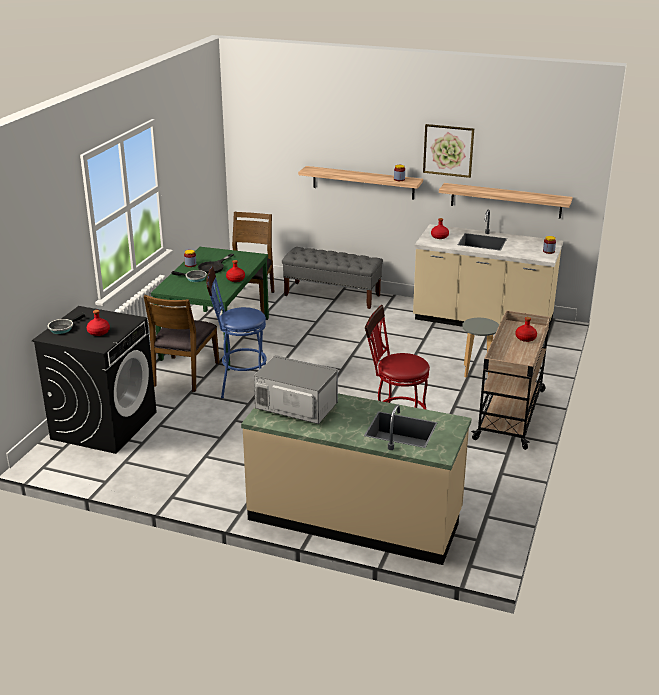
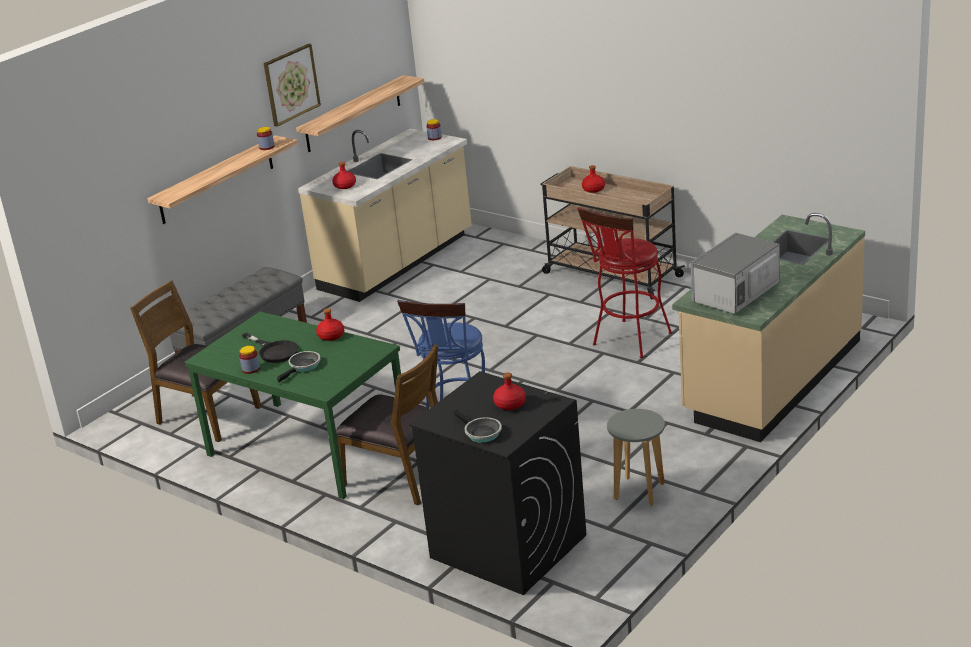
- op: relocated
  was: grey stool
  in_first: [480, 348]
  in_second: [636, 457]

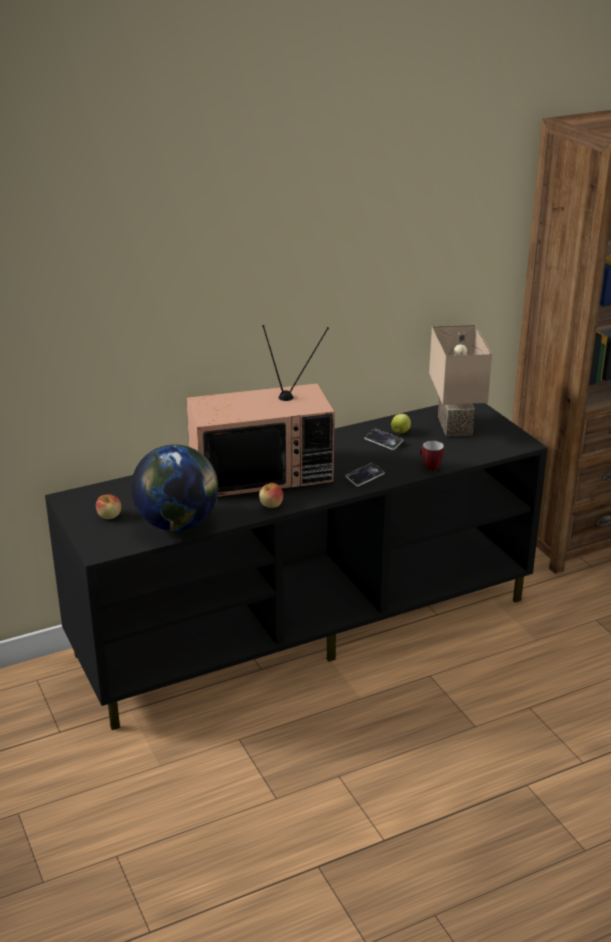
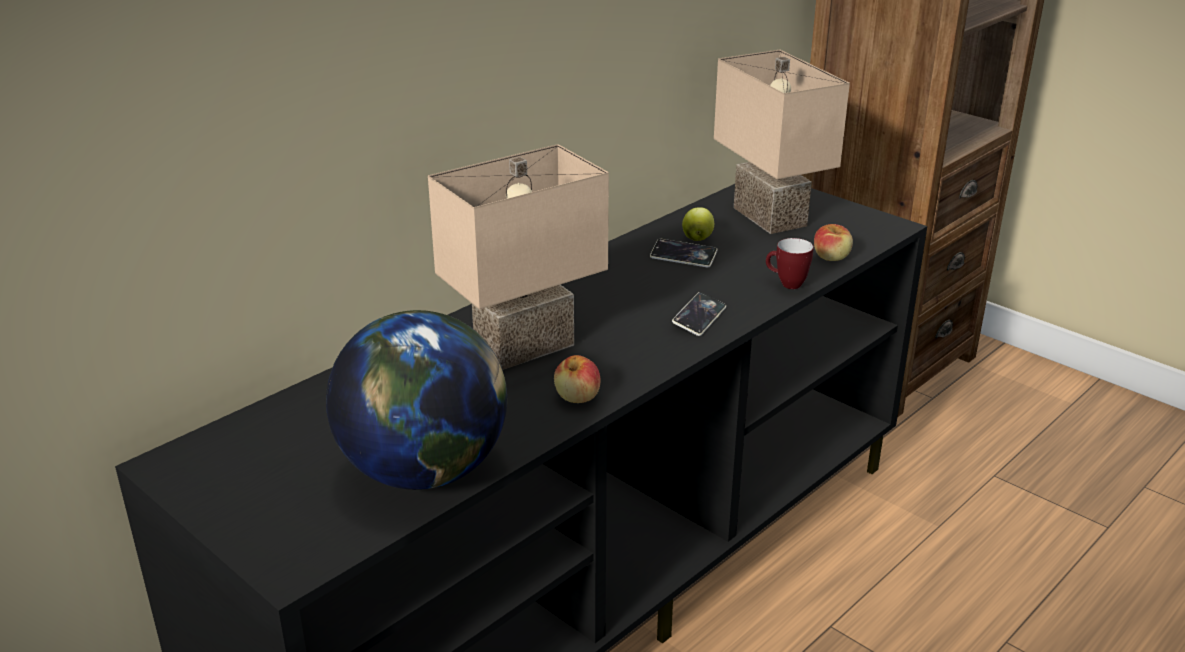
- op: exchanged
  was: television
  now: beige table lamp
  in_first: [260, 411]
  in_second: [518, 257]
- op: relocated
  was: apple
  in_first: [108, 506]
  in_second: [833, 242]

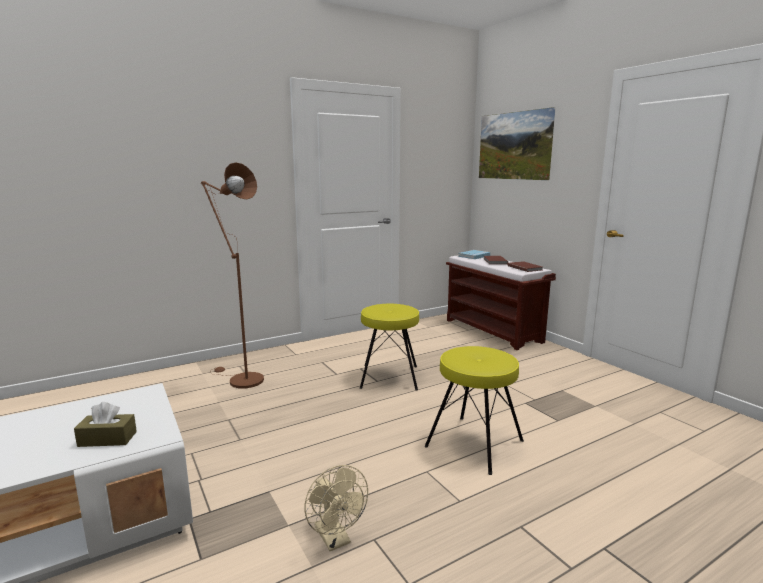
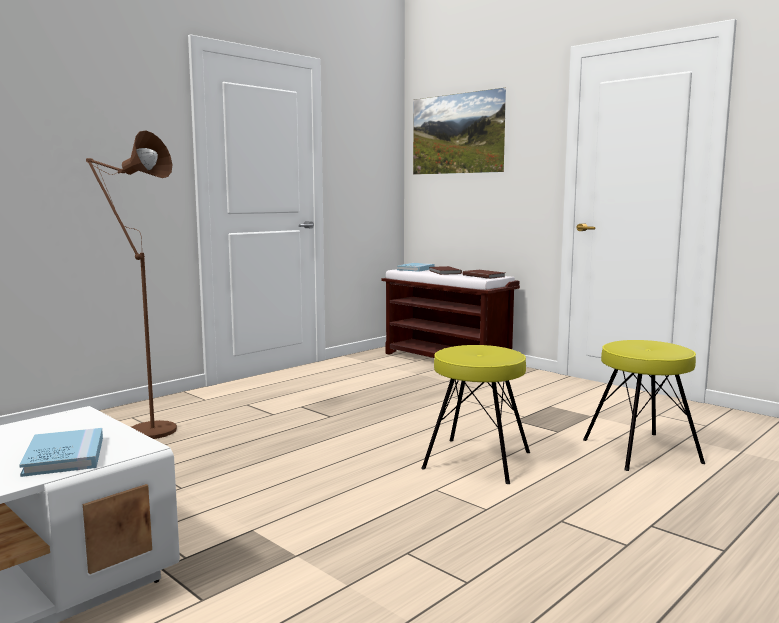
- op: relocated
  was: yellow stool
  in_first: [389, 347]
  in_second: [644, 405]
- op: exchanged
  was: brown tissue box
  now: blue book
  in_first: [105, 424]
  in_second: [61, 452]
- op: missing
  was: beige fan
  in_first: [336, 508]

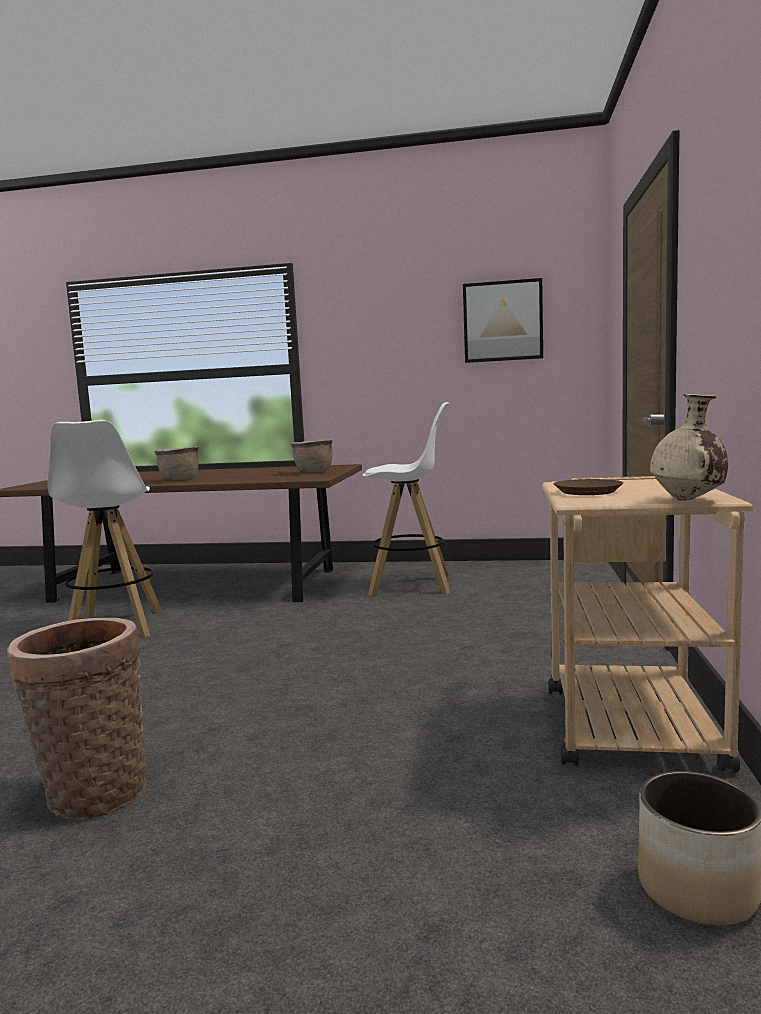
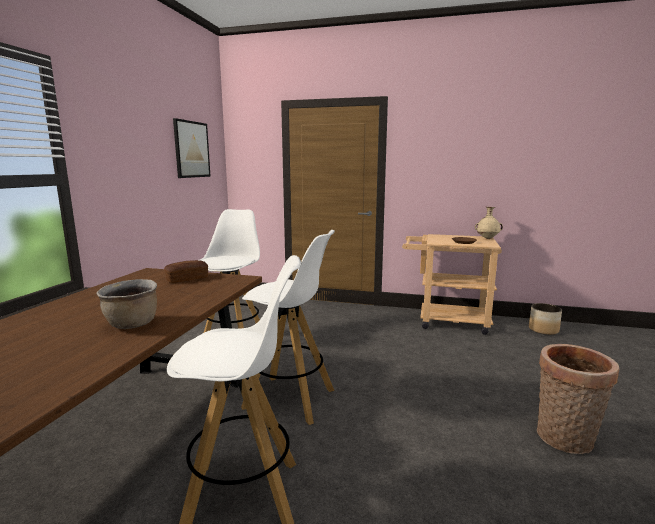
- op: exchanged
  was: brown cooking pot
  now: bread
  in_first: [312, 456]
  in_second: [186, 271]
- op: appeared
  now: white stool
  in_second: [288, 327]

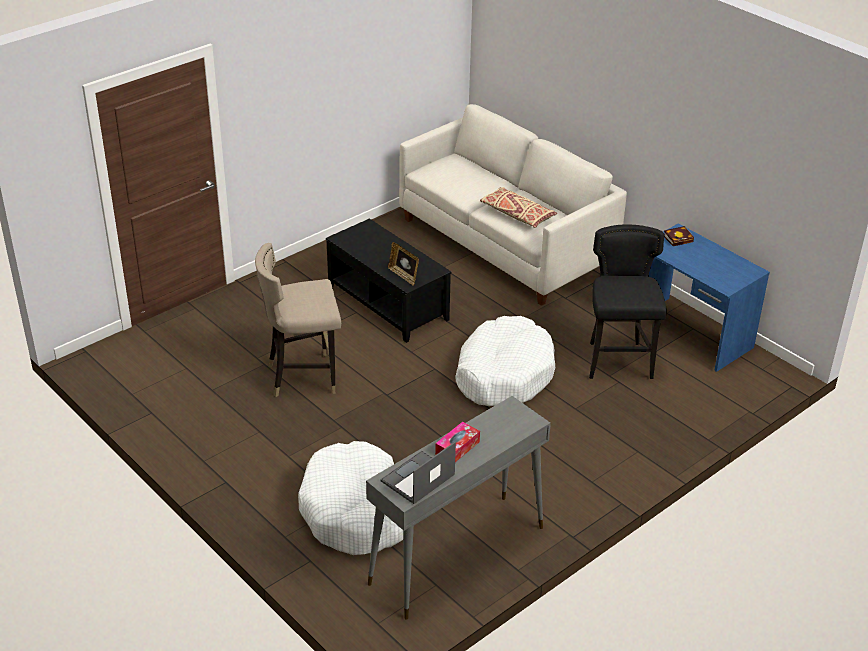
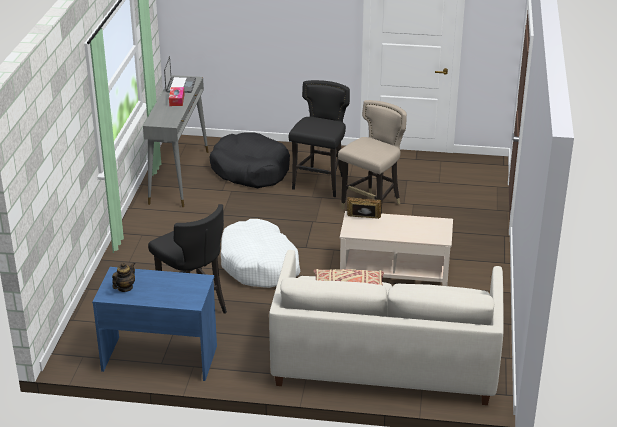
- op: colour
  was: black coffee table
  now: beige coffee table
  in_first: [388, 281]
  in_second: [396, 248]
- op: missing
  was: book
  in_first: [679, 236]
- op: colour
  was: white dog bed
  now: black dog bed
  in_first: [350, 498]
  in_second: [250, 160]
- op: appeared
  now: black stool
  in_second: [319, 138]
- op: appeared
  now: teapot
  in_second: [123, 277]

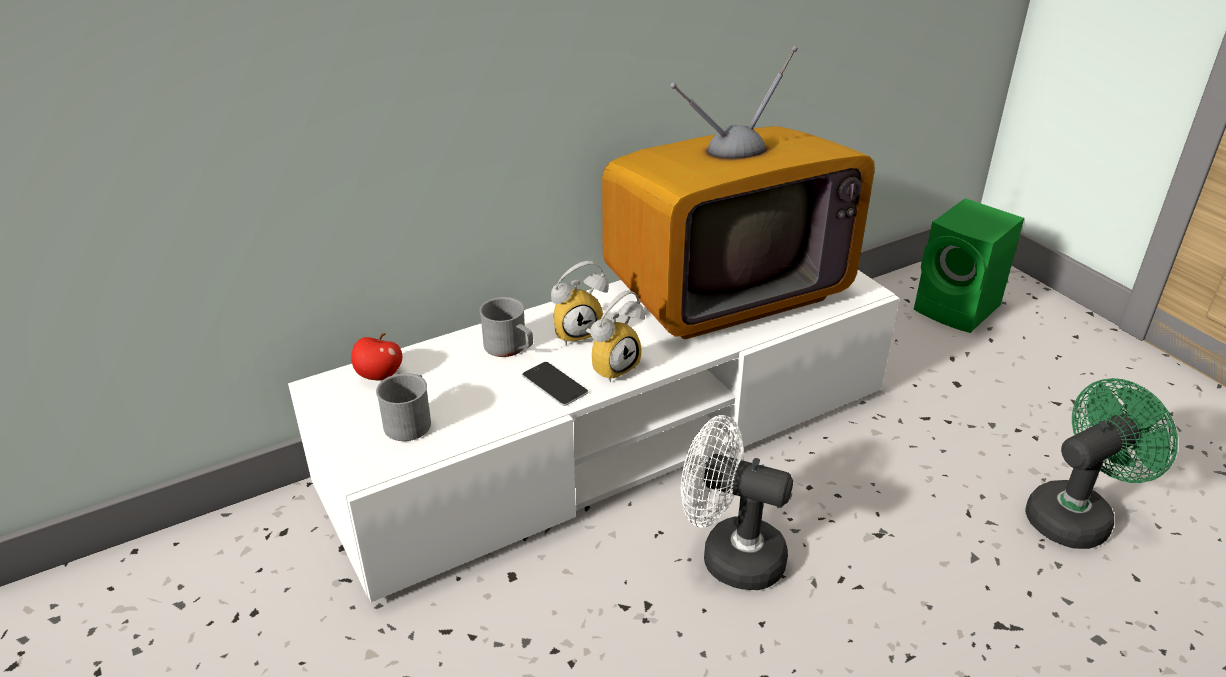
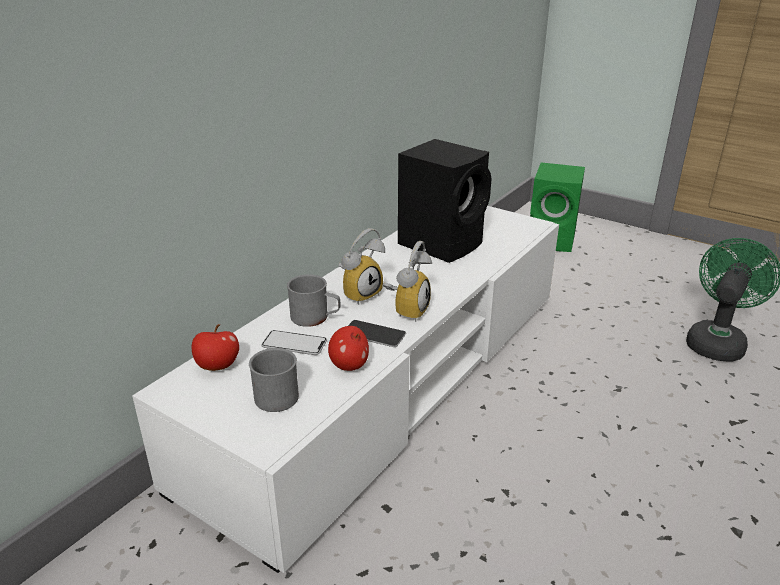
- op: exchanged
  was: television
  now: black speaker
  in_first: [738, 192]
  in_second: [445, 201]
- op: missing
  was: white fan
  in_first: [737, 502]
- op: appeared
  now: apple
  in_second: [348, 348]
- op: appeared
  now: phone
  in_second: [294, 342]

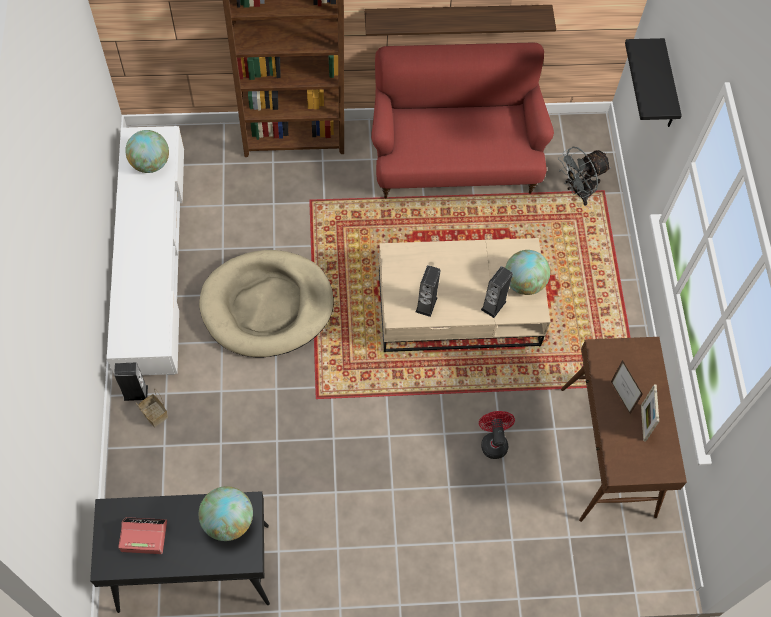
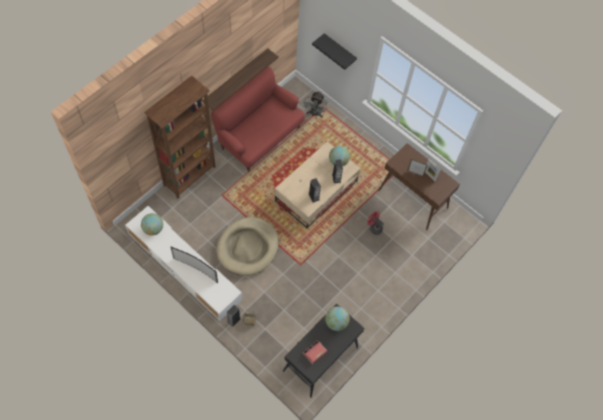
- op: appeared
  now: television
  in_second: [194, 265]

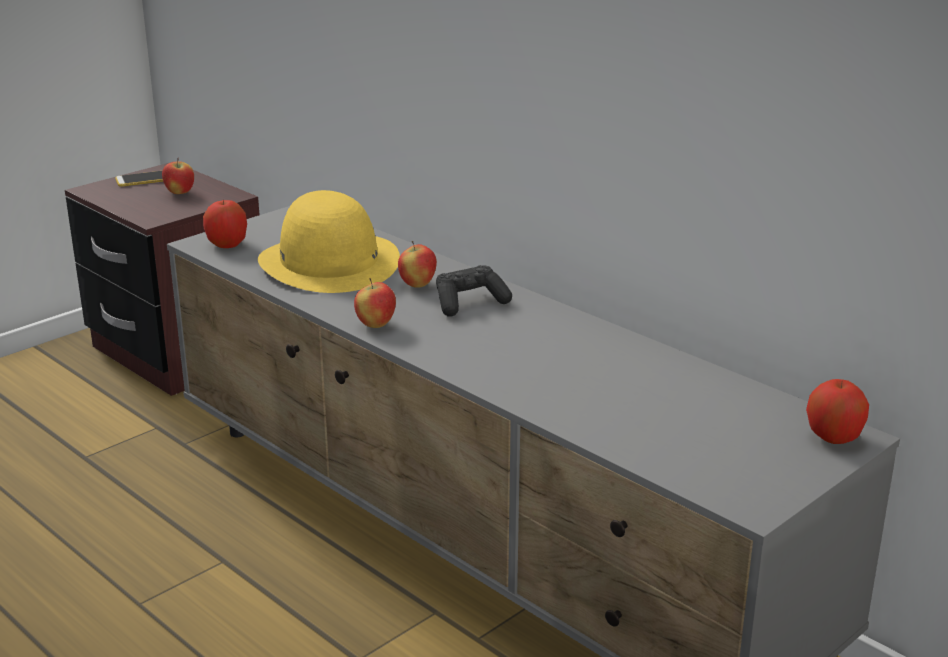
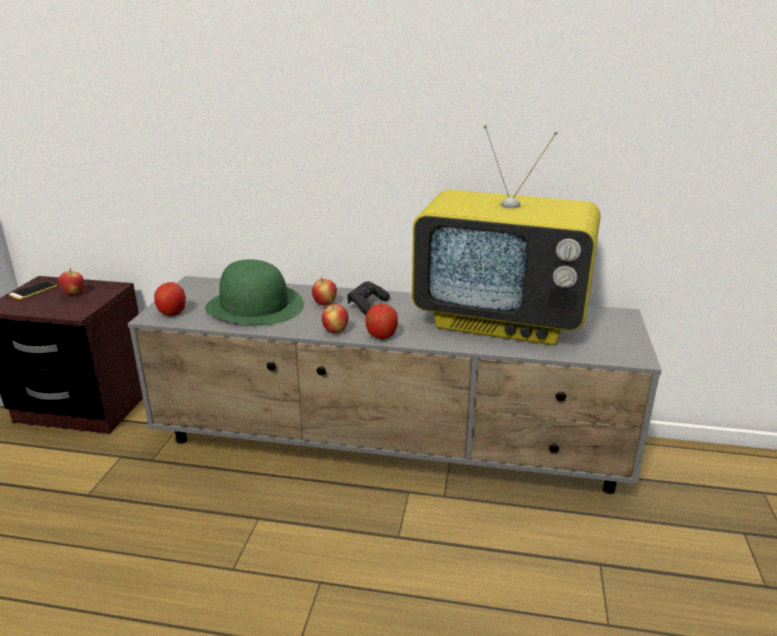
- op: colour
  was: yellow hat
  now: green hat
  in_first: [329, 241]
  in_second: [254, 292]
- op: relocated
  was: apple
  in_first: [837, 411]
  in_second: [381, 321]
- op: appeared
  now: television
  in_second: [506, 234]

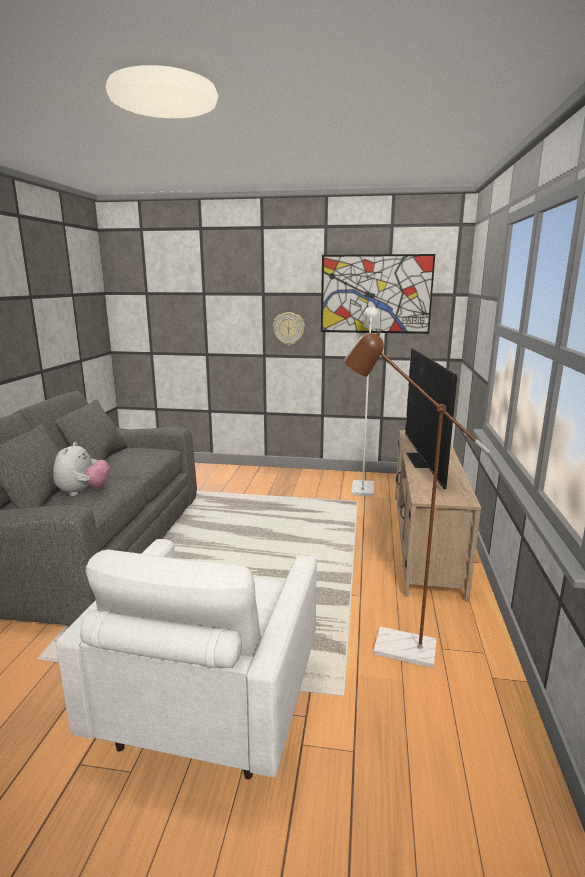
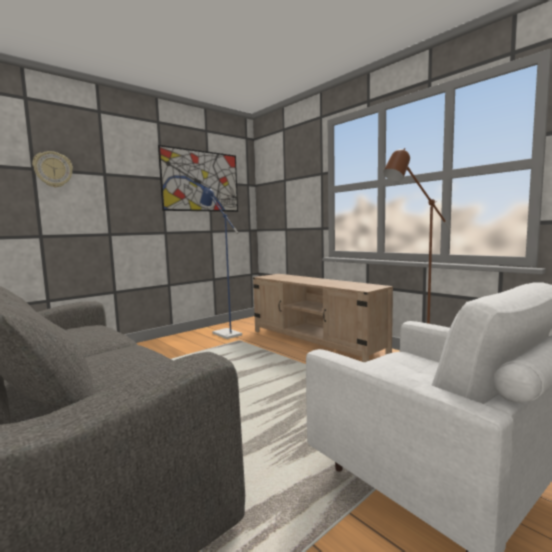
- op: colour
  was: white floor lamp
  now: blue floor lamp
  in_first: [364, 401]
  in_second: [221, 263]
- op: relocated
  was: wall clock
  in_first: [289, 329]
  in_second: [52, 169]
- op: missing
  was: television
  in_first: [431, 418]
- op: missing
  was: plush toy
  in_first: [81, 469]

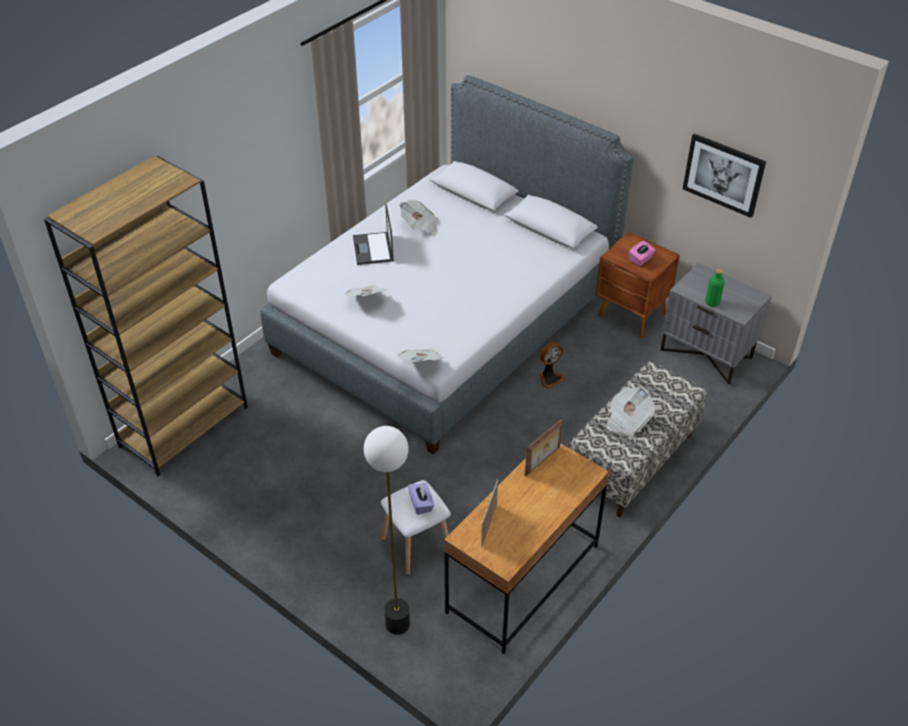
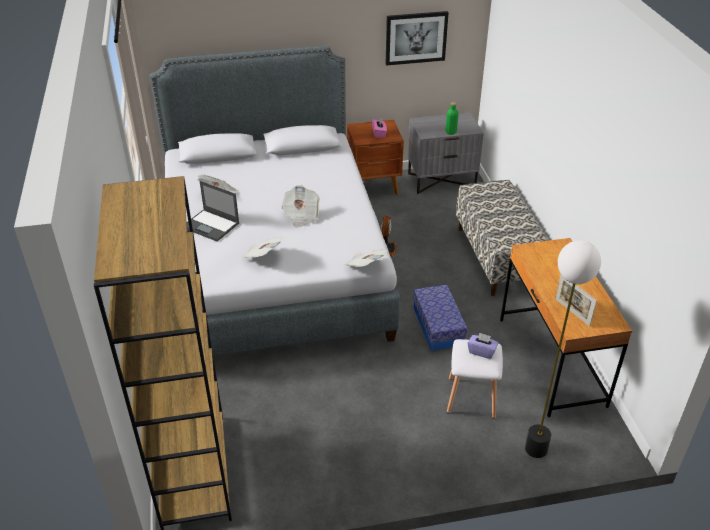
- op: relocated
  was: newspaper
  in_first: [630, 411]
  in_second: [300, 206]
- op: missing
  was: picture frame
  in_first: [544, 448]
- op: appeared
  now: storage box
  in_second: [440, 318]

